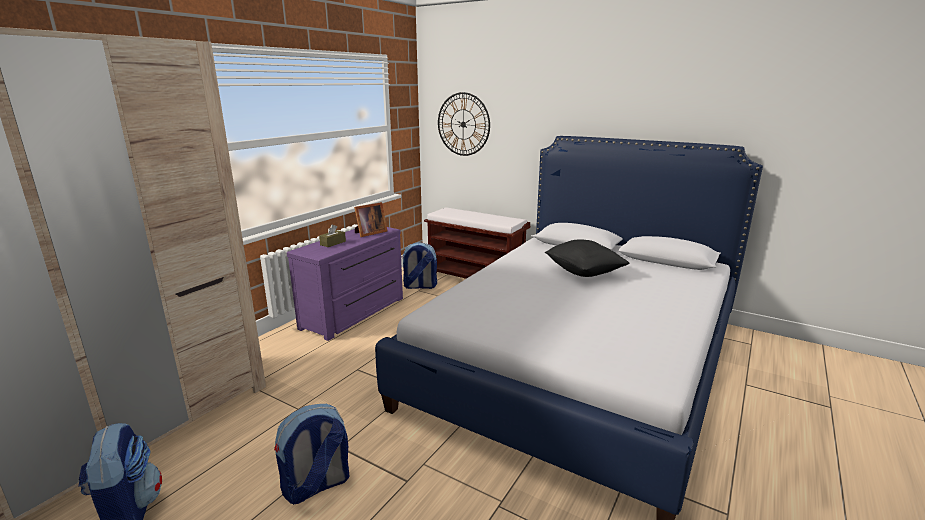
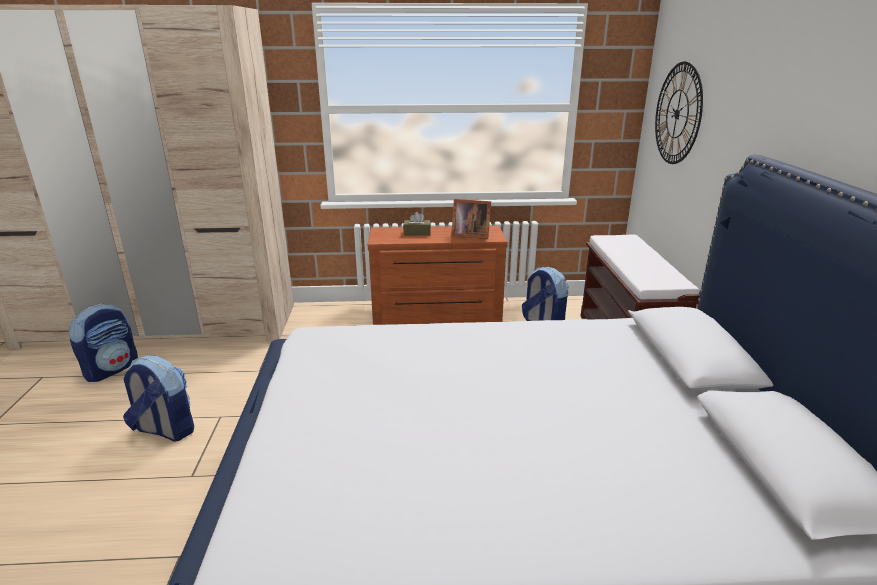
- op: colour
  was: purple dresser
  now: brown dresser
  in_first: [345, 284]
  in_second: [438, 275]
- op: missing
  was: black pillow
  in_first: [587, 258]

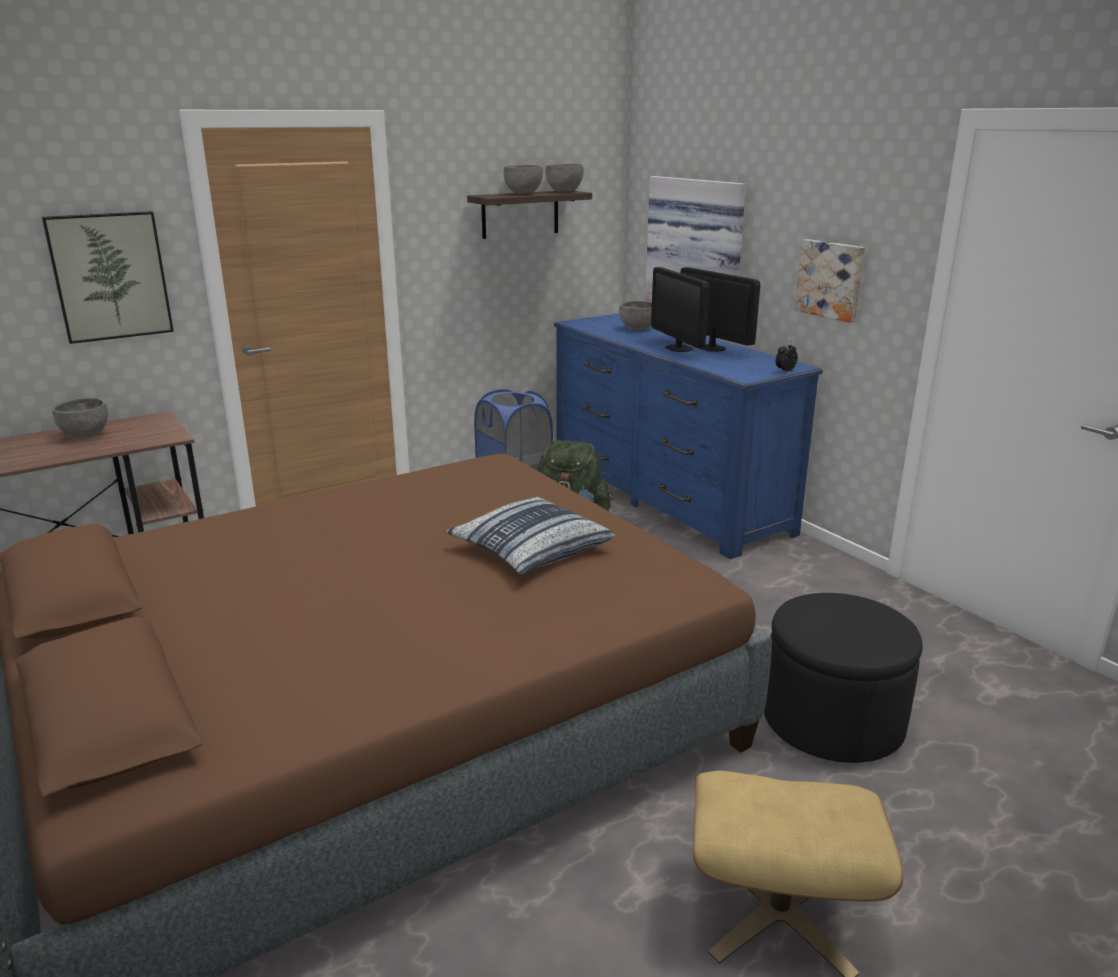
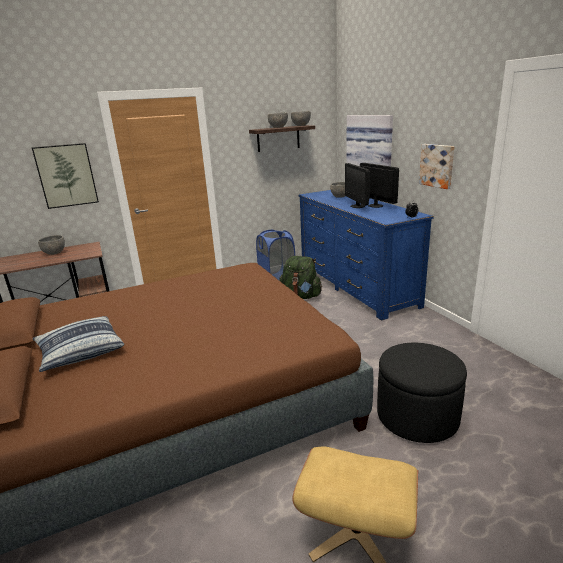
- op: relocated
  was: pillow
  in_first: [530, 536]
  in_second: [78, 344]

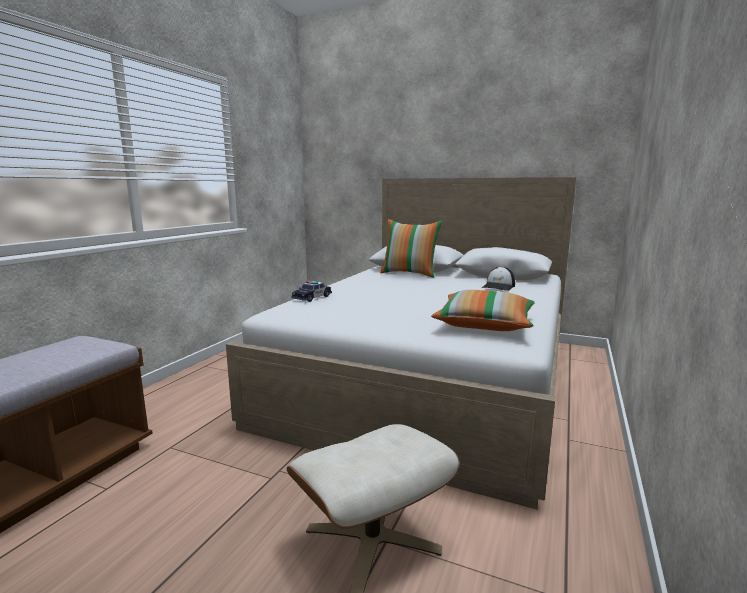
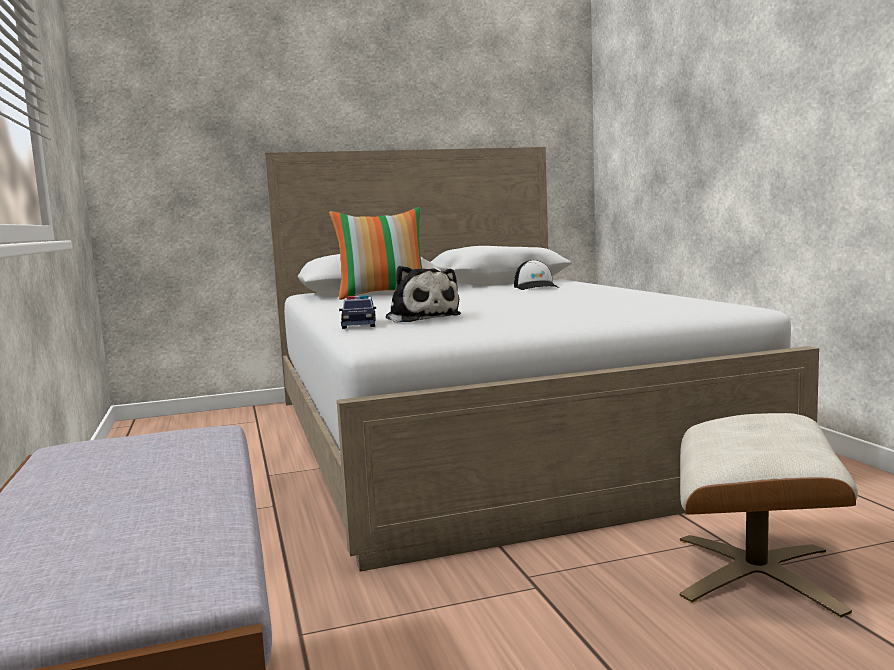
- op: missing
  was: pillow
  in_first: [483, 310]
- op: appeared
  now: plush toy
  in_second: [423, 294]

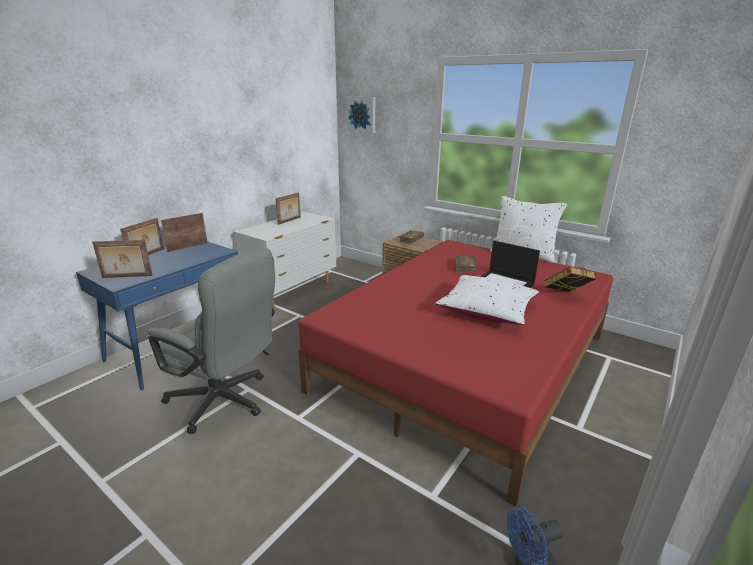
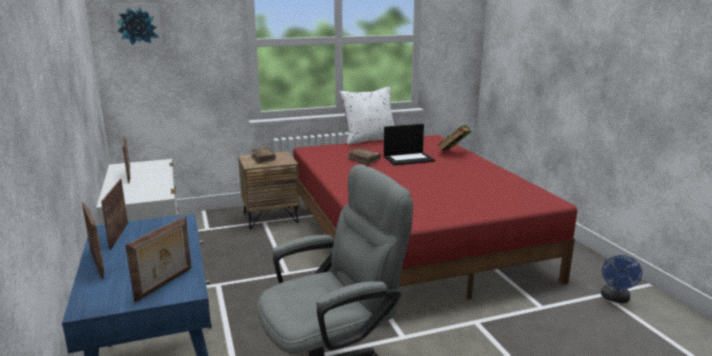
- op: missing
  was: white pillow
  in_first: [487, 300]

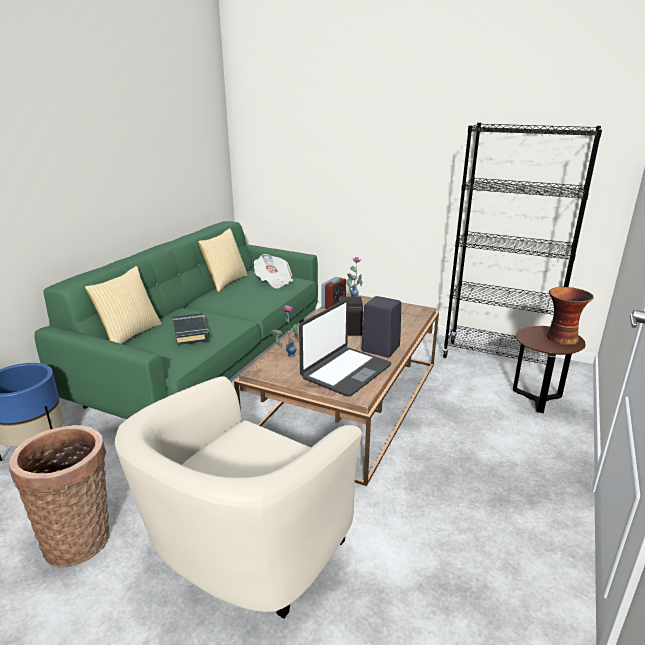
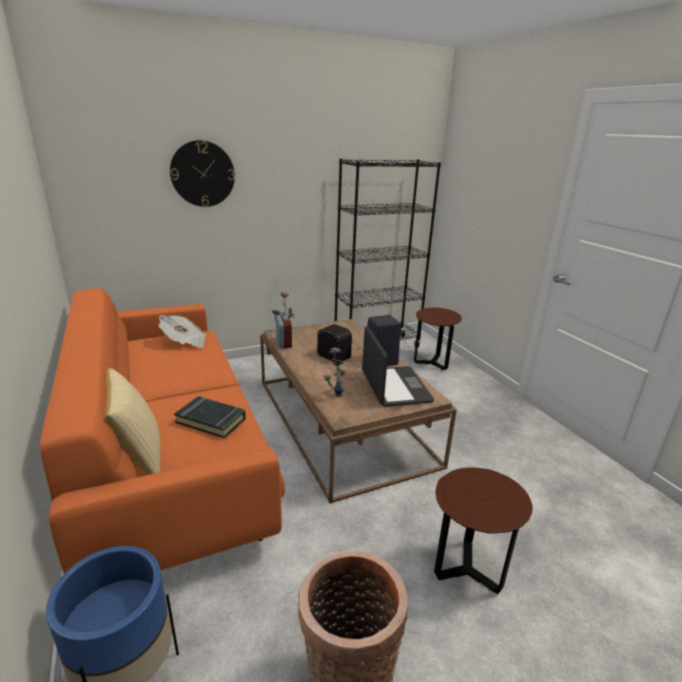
- op: colour
  was: green sofa
  now: orange sofa
  in_first: [176, 320]
  in_second: [162, 431]
- op: missing
  was: pillow
  in_first: [223, 260]
- op: missing
  was: vase
  in_first: [570, 316]
- op: exchanged
  was: beige armchair
  now: brown side table
  in_first: [238, 497]
  in_second: [483, 530]
- op: appeared
  now: wall clock
  in_second: [202, 173]

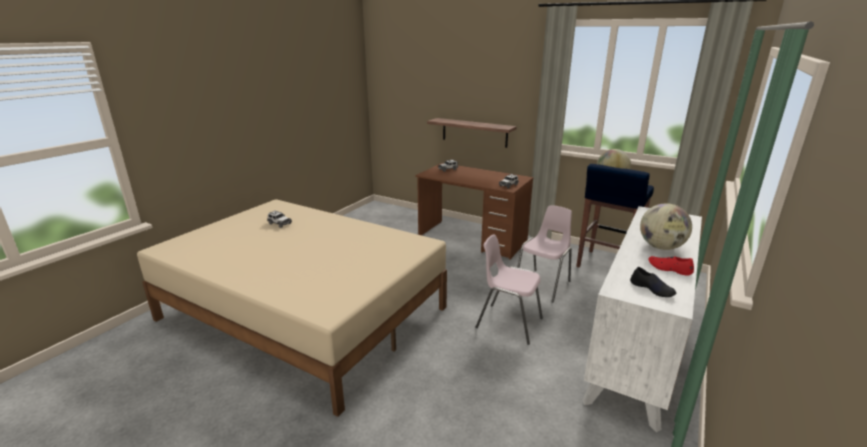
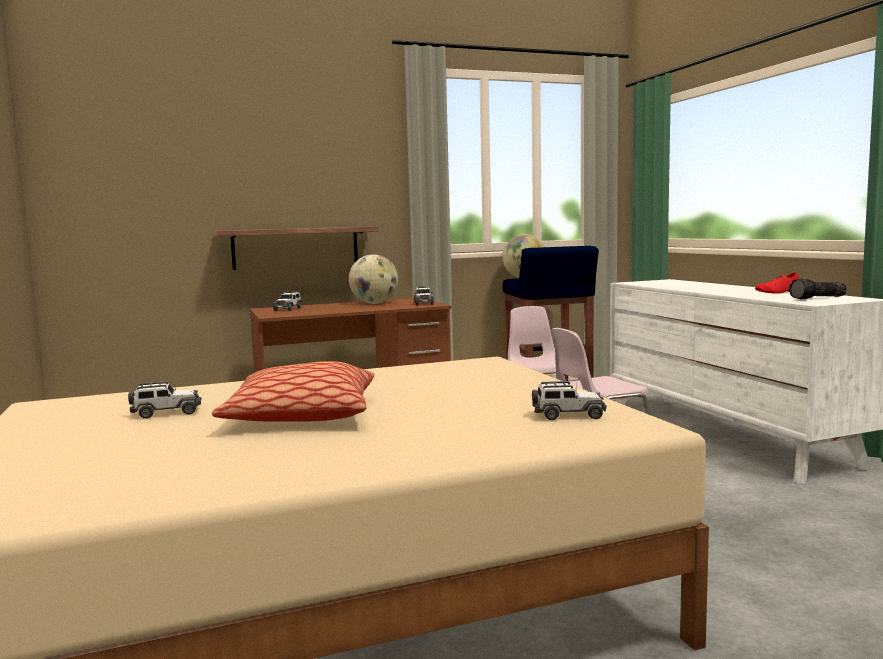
- op: relocated
  was: globe
  in_first: [666, 226]
  in_second: [373, 279]
- op: exchanged
  was: black shoe
  now: flashlight
  in_first: [653, 282]
  in_second: [818, 288]
- op: appeared
  now: pillow
  in_second: [293, 391]
- op: appeared
  now: toy car
  in_second: [569, 400]

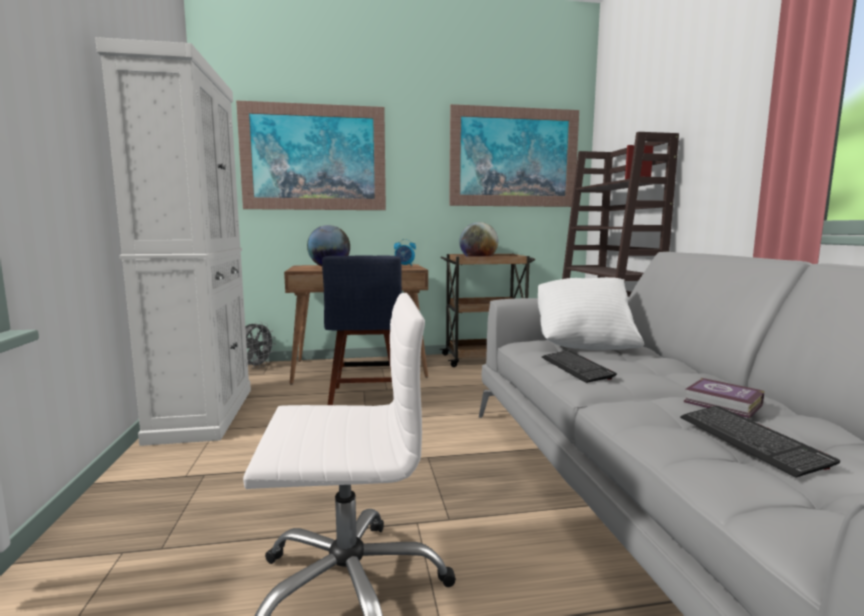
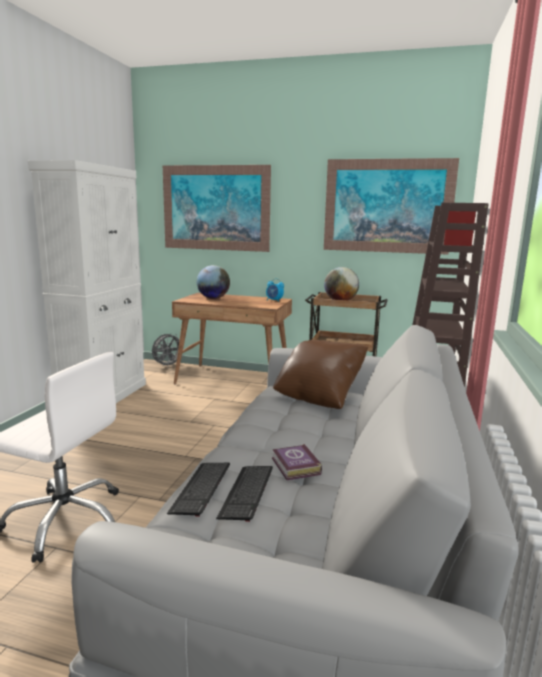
- op: missing
  was: blue chair
  in_first: [362, 330]
- op: colour
  was: white pillow
  now: brown pillow
  in_first: [591, 313]
  in_second: [321, 374]
- op: relocated
  was: keyboard
  in_first: [579, 366]
  in_second: [198, 490]

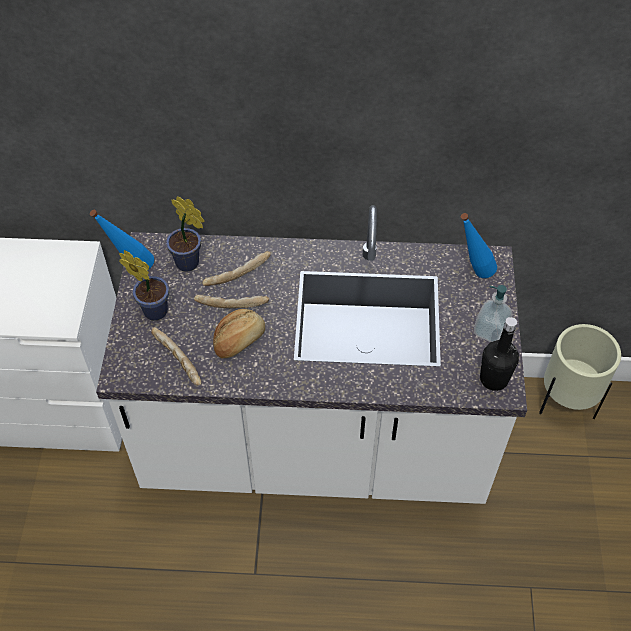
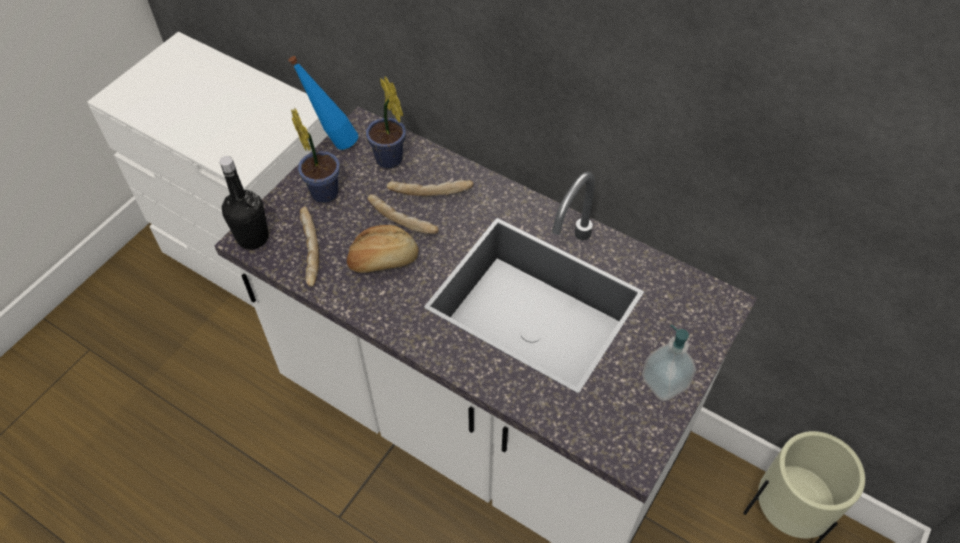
- op: missing
  was: blue bottle
  in_first: [479, 245]
- op: relocated
  was: black bottle
  in_first: [499, 354]
  in_second: [244, 203]

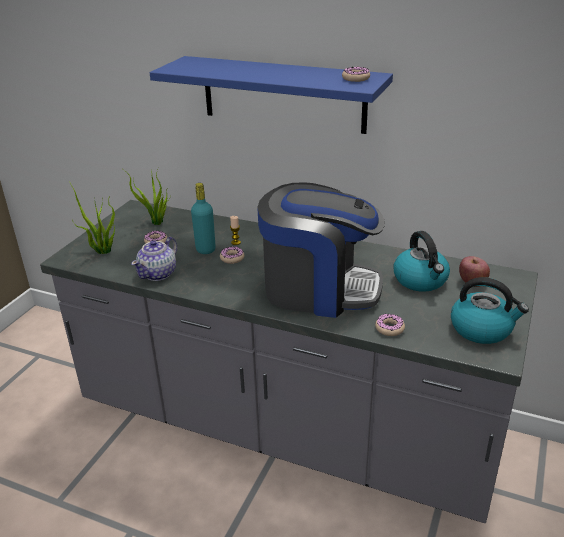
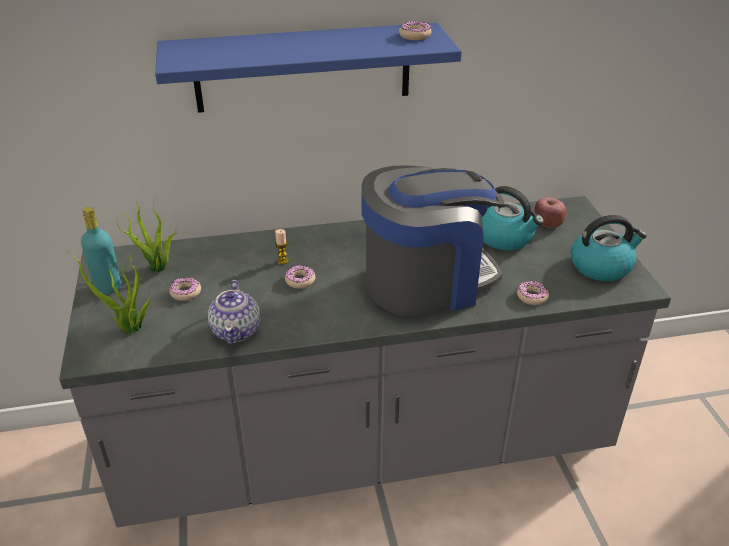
- op: relocated
  was: turquoise bottle
  in_first: [203, 218]
  in_second: [101, 250]

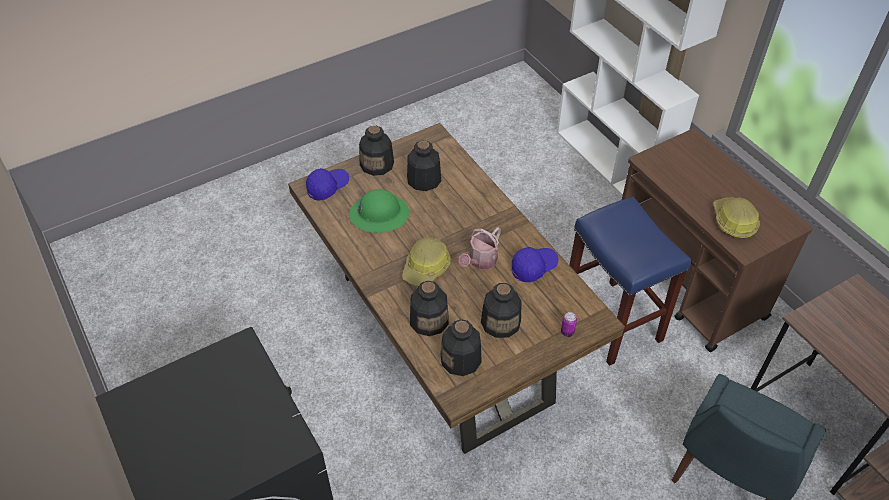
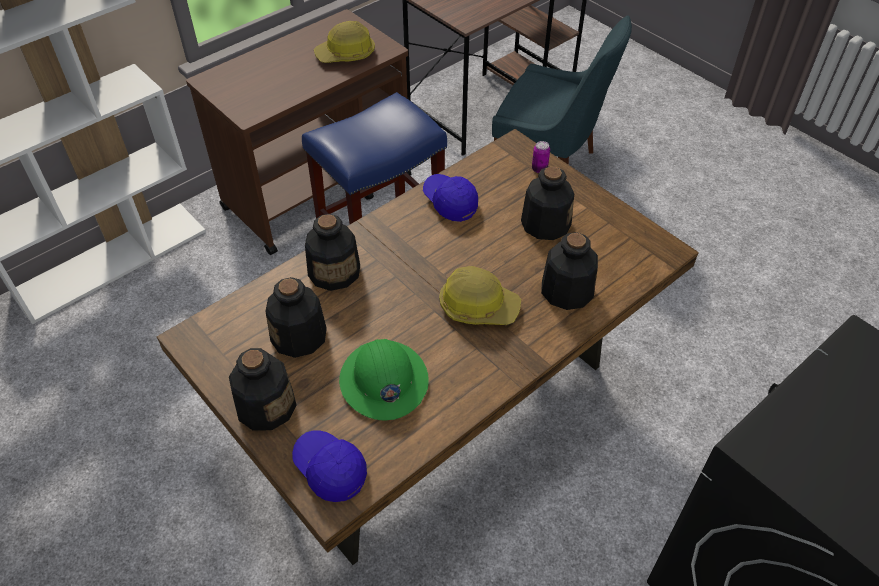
- op: missing
  was: watering can
  in_first: [480, 248]
- op: relocated
  was: bottle
  in_first: [461, 347]
  in_second: [332, 252]

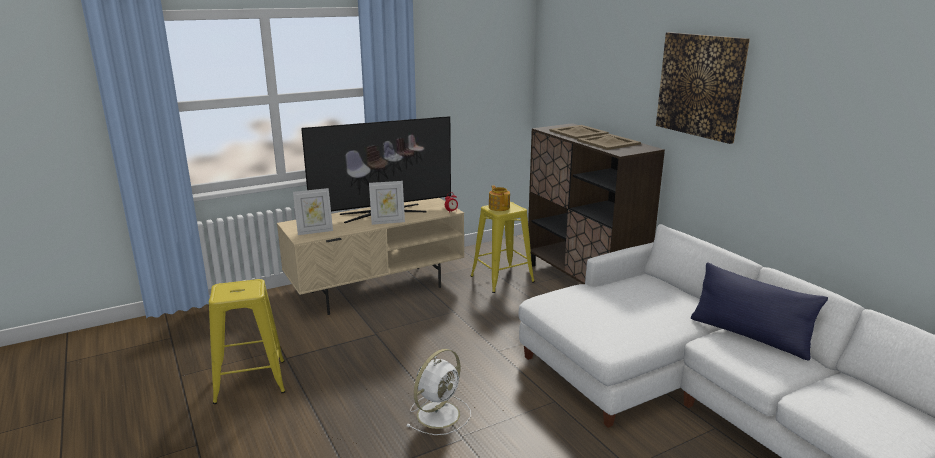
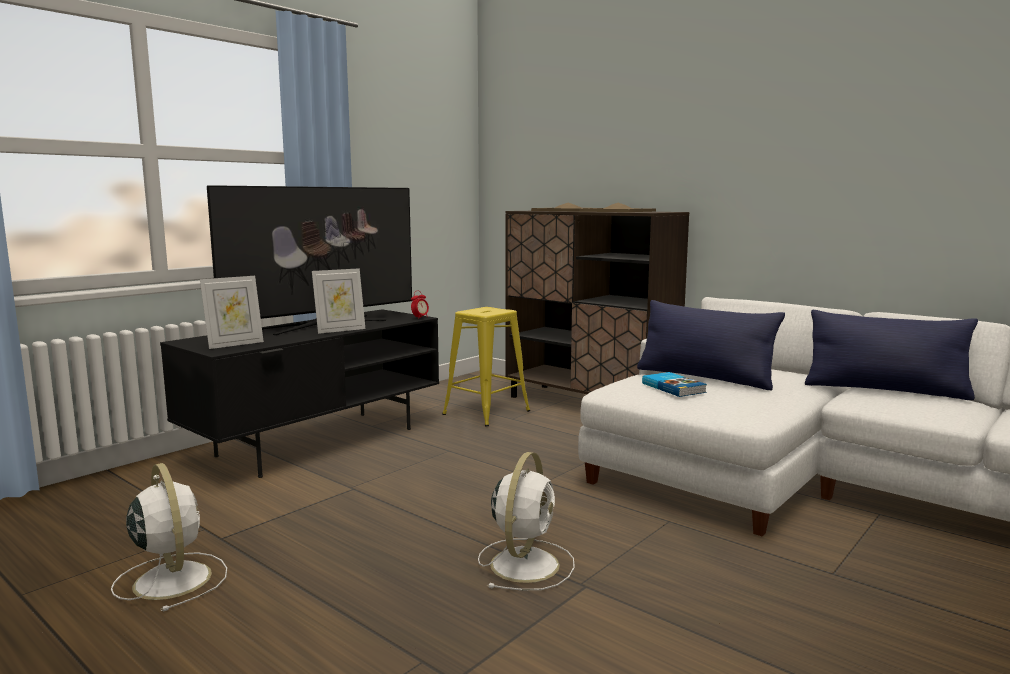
- op: missing
  was: picture
  in_first: [703, 88]
- op: missing
  was: teapot
  in_first: [499, 198]
- op: colour
  was: beige tv stand
  now: black tv stand
  in_first: [370, 256]
  in_second: [299, 393]
- op: exchanged
  was: yellow stool
  now: white fan
  in_first: [247, 341]
  in_second: [169, 537]
- op: appeared
  now: blue pillow
  in_second: [711, 345]
- op: appeared
  now: book
  in_second: [674, 384]

